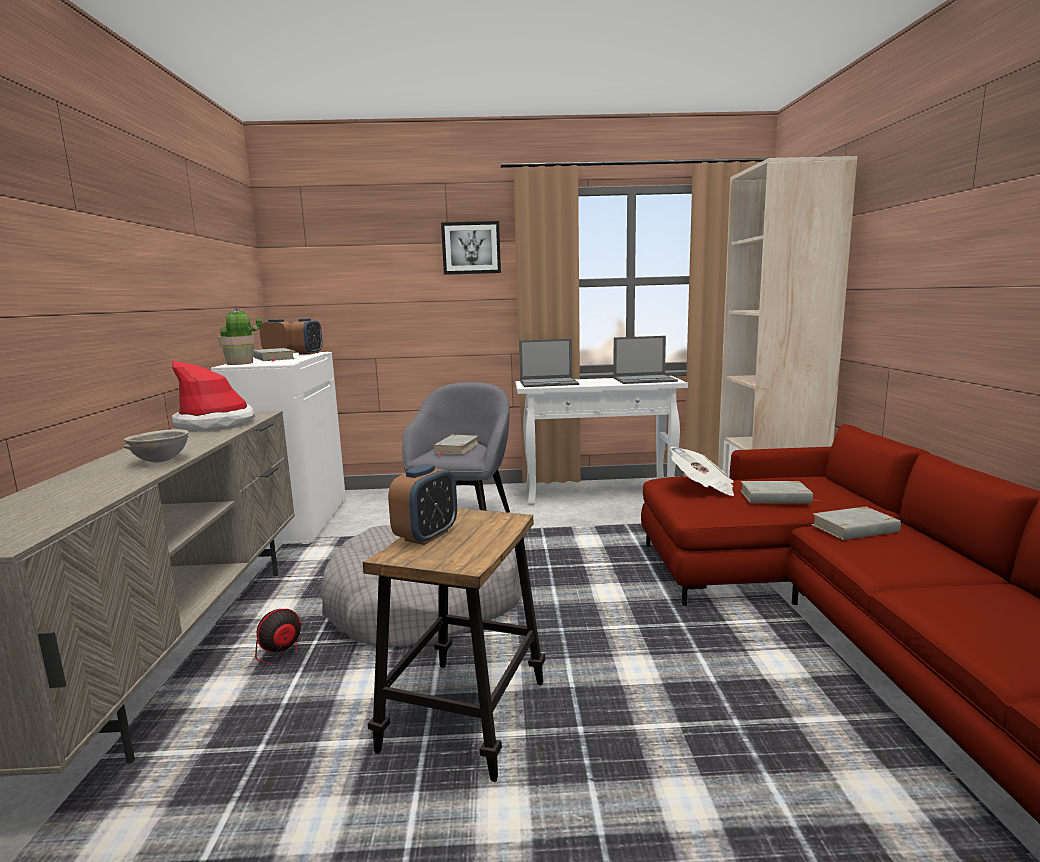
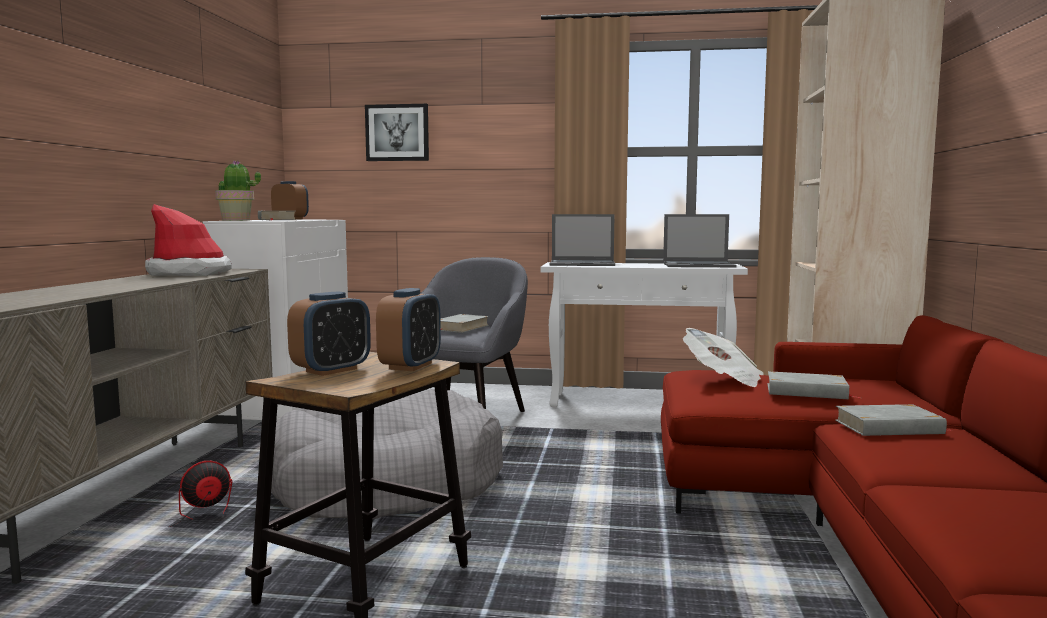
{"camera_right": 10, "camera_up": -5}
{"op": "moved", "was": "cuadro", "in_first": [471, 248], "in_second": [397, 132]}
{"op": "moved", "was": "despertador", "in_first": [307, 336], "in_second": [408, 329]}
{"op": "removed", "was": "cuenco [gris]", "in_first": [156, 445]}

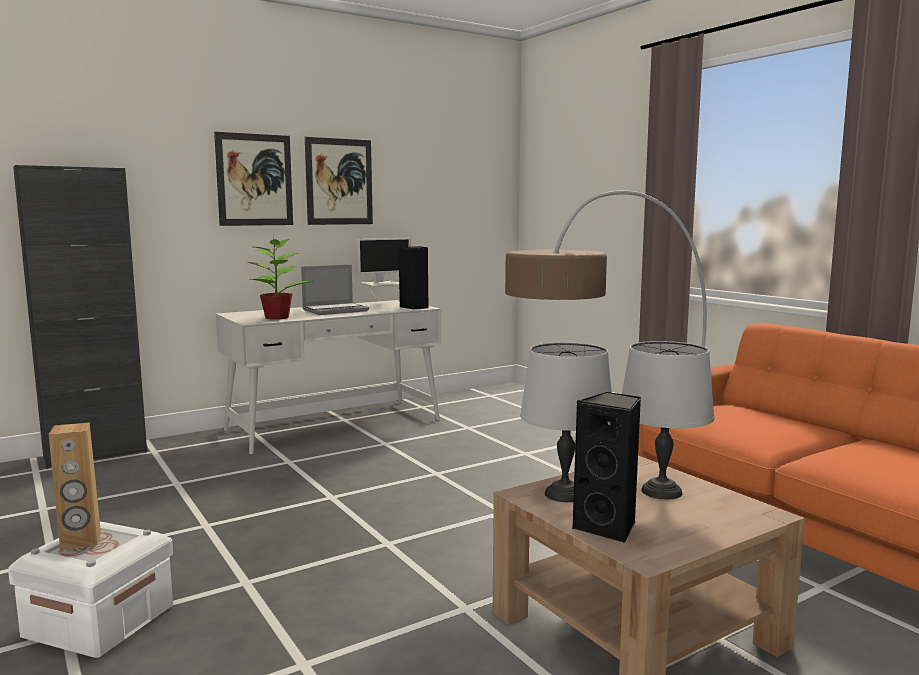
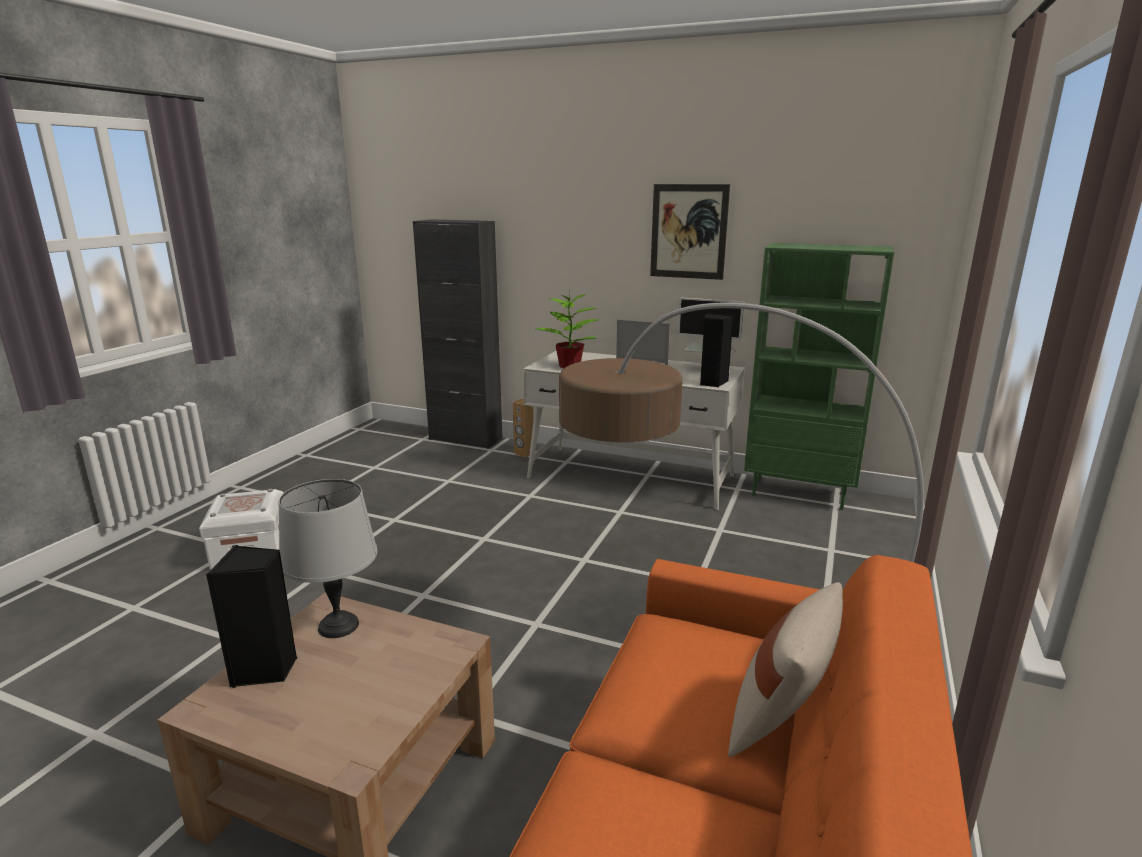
{"camera_right": 55, "camera_up": 10}
{"op": "removed", "was": "cuadro", "in_first": [253, 179]}
{"op": "removed", "was": "lámpara de mesa [gris]", "in_first": [668, 420]}
{"op": "moved", "was": "altavoz [marrón]", "in_first": [75, 486], "in_second": [523, 428]}
{"op": "added", "now": "estantería [verde]", "in_second": [819, 376]}
{"op": "added", "now": "cojín [beis]", "in_second": [785, 669]}

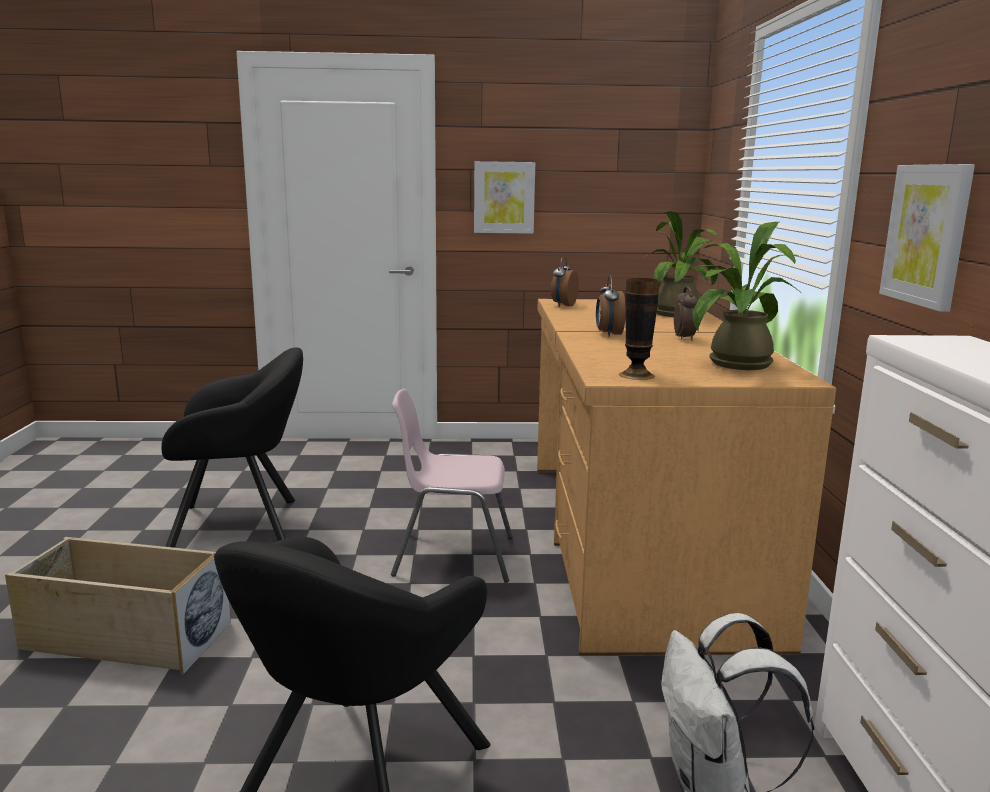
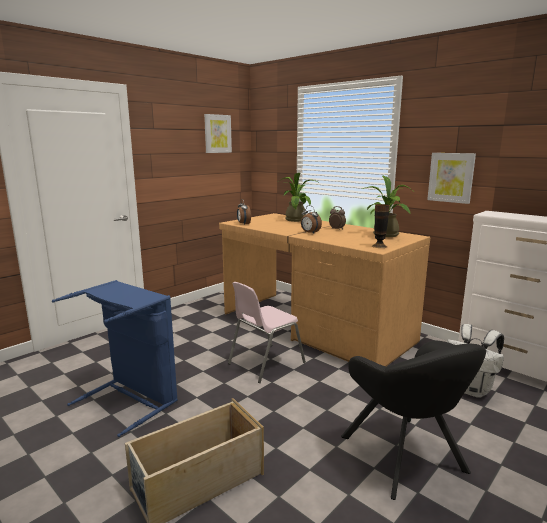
{"camera_right": -45, "camera_up": 0}
{"op": "moved", "was": "cuadro", "in_first": [504, 197], "in_second": [218, 133]}
{"op": "replaced", "was": "sillón [negro]", "now": "cesto de la ropa [azul]", "in_first": [232, 448], "in_second": [115, 358]}

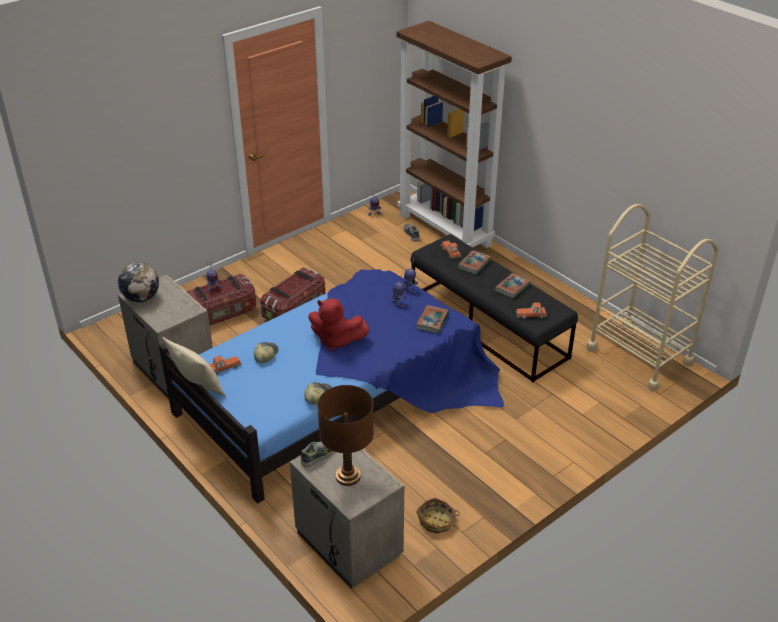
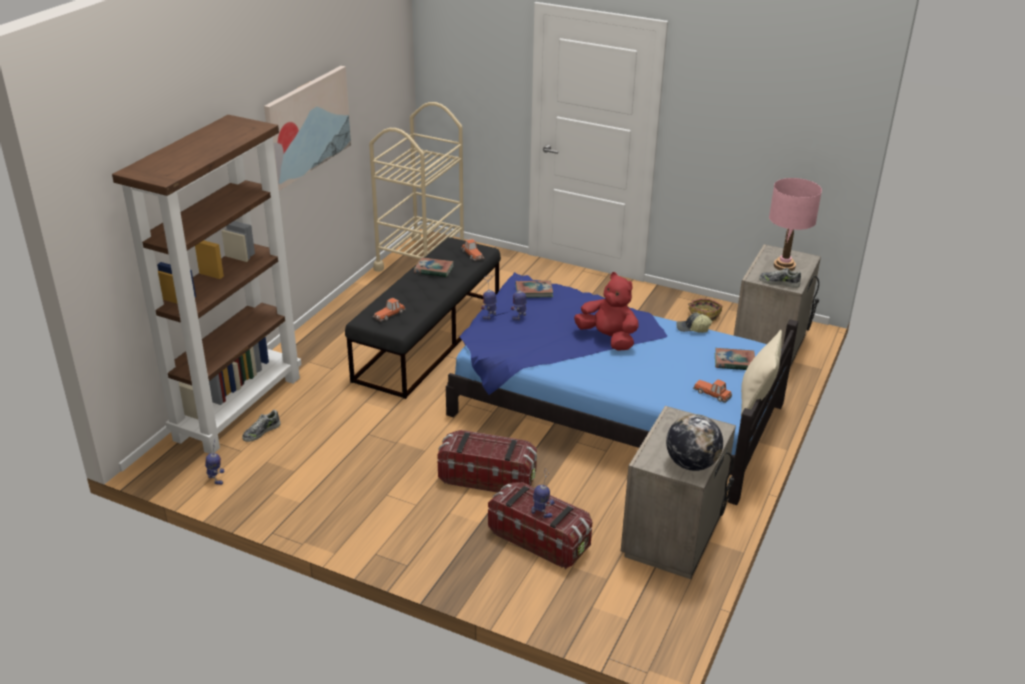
{"camera_right": -115, "camera_up": -5}
{"op": "moved", "was": "libro", "in_first": [474, 262], "in_second": [735, 359]}
{"op": "turned", "was": "peluche [rojo]", "in_first": [338, 324], "in_second": [606, 311], "clockwise": -45}
{"op": "removed", "was": "gorra", "in_first": [266, 352]}
{"op": "recoloured", "was": "lámpara de mesa [marrón]", "now": "lámpara de mesa [rosa]", "in_first": [345, 435], "in_second": [795, 224]}
{"op": "added", "now": "cuadro", "in_second": [307, 128]}

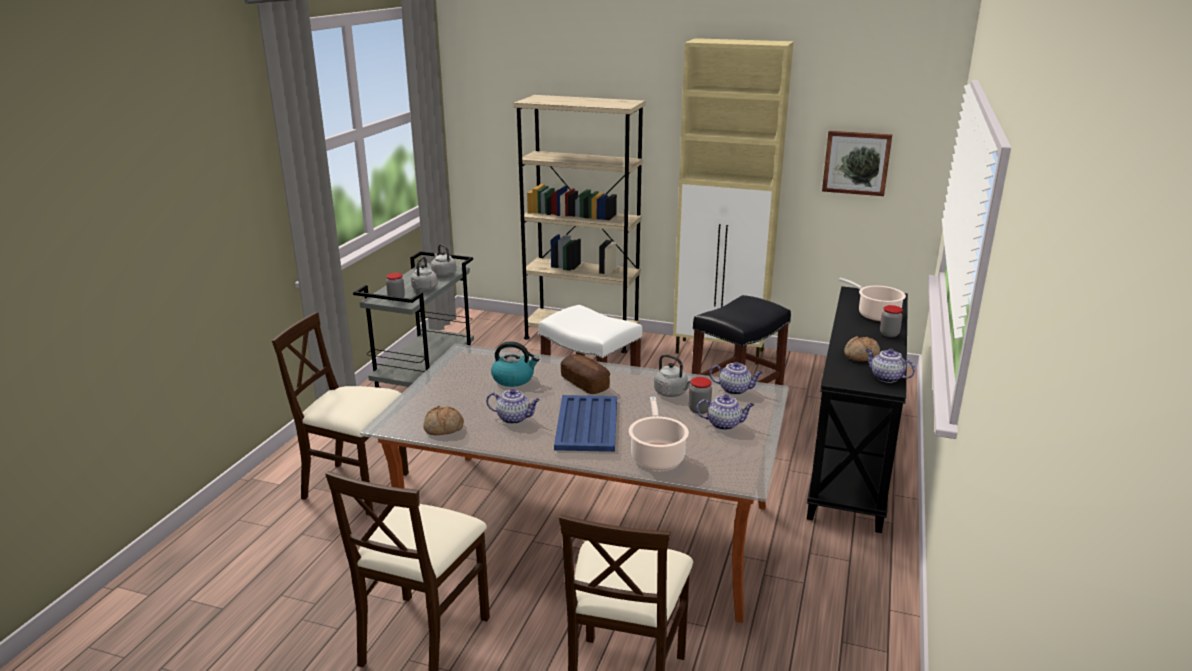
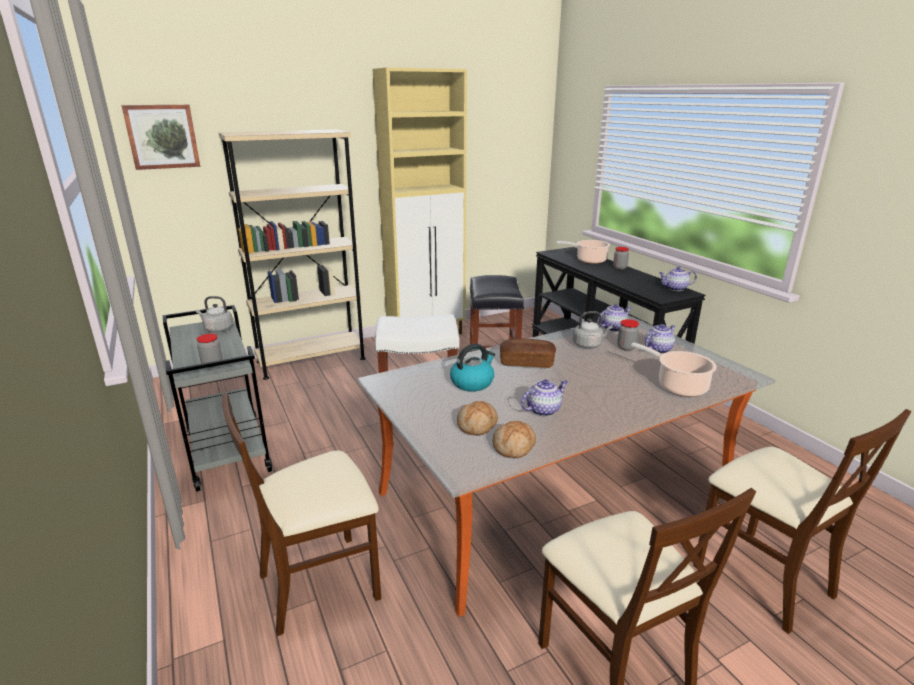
{"camera_right": -45, "camera_up": 0}
{"op": "moved", "was": "cuadro", "in_first": [857, 163], "in_second": [161, 137]}
{"op": "removed", "was": "hervidor [gris]", "in_first": [424, 274]}
{"op": "moved", "was": "pan", "in_first": [862, 349], "in_second": [477, 418]}
{"op": "removed", "was": "bandeja [azul]", "in_first": [585, 423]}

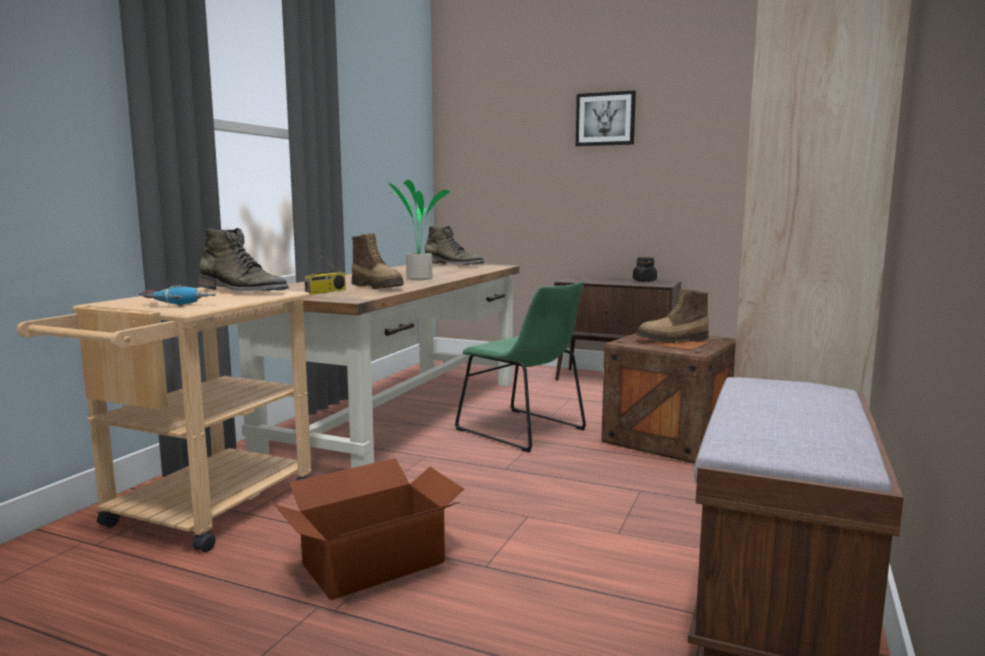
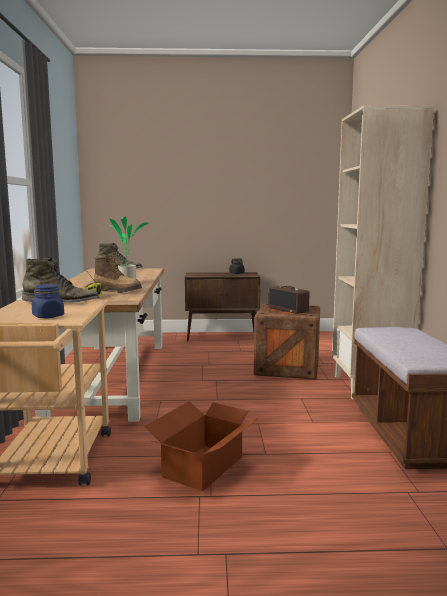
{"camera_right": -25, "camera_up": 0}
{"op": "removed", "was": "cuadro", "in_first": [606, 118]}
{"op": "removed", "was": "silla [verde]", "in_first": [520, 367]}
{"op": "replaced", "was": "taladro", "now": "tarro [azul]", "in_first": [177, 295], "in_second": [48, 301]}
{"op": "replaced", "was": "bota", "now": "radio", "in_first": [672, 316], "in_second": [289, 300]}

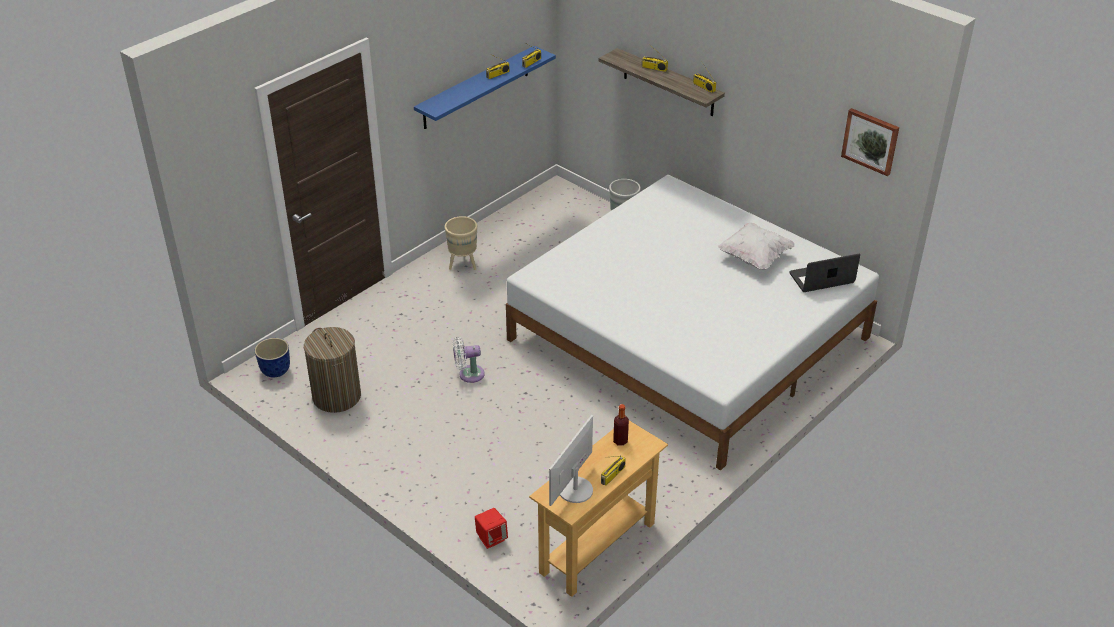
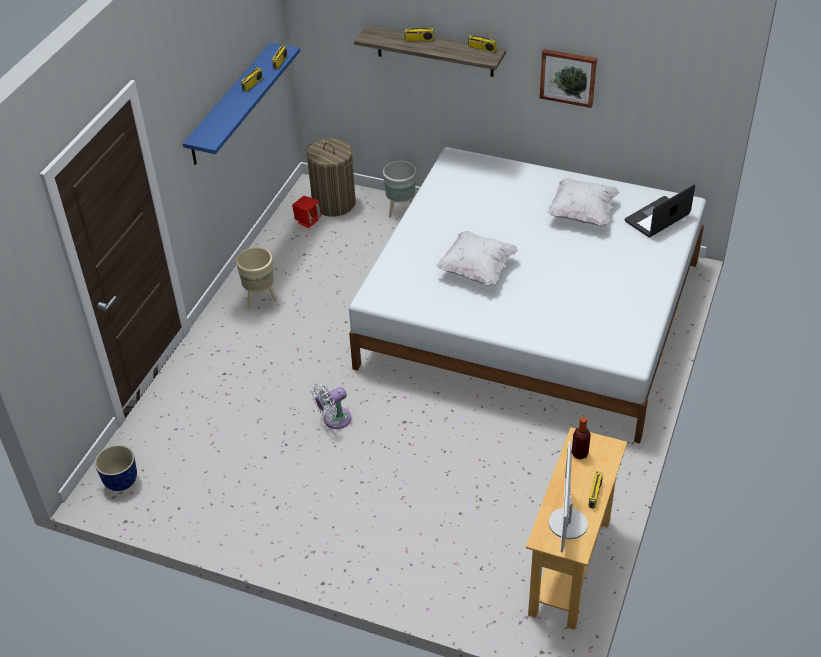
{"camera_right": -20, "camera_up": 5}
{"op": "moved", "was": "cuadro", "in_first": [870, 142], "in_second": [568, 78]}
{"op": "moved", "was": "cesto de la ropa", "in_first": [332, 370], "in_second": [331, 177]}
{"op": "moved", "was": "altavoz [rojo]", "in_first": [491, 528], "in_second": [306, 212]}
{"op": "added", "now": "cojín [blanco]", "in_second": [477, 258]}

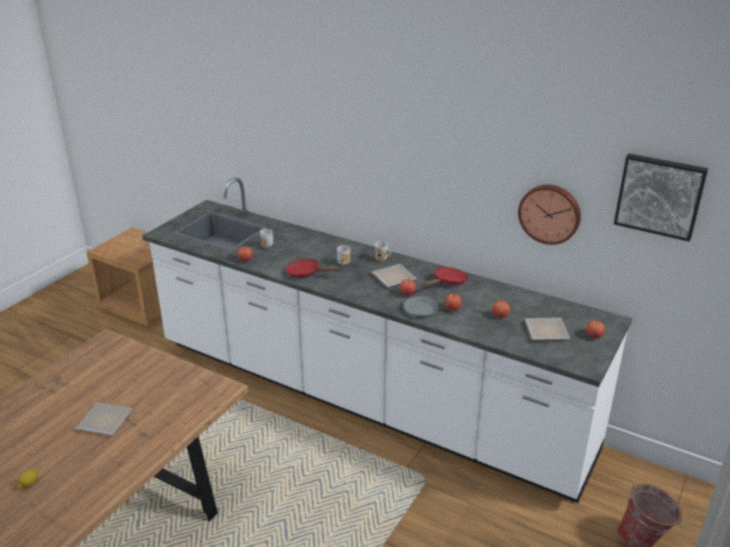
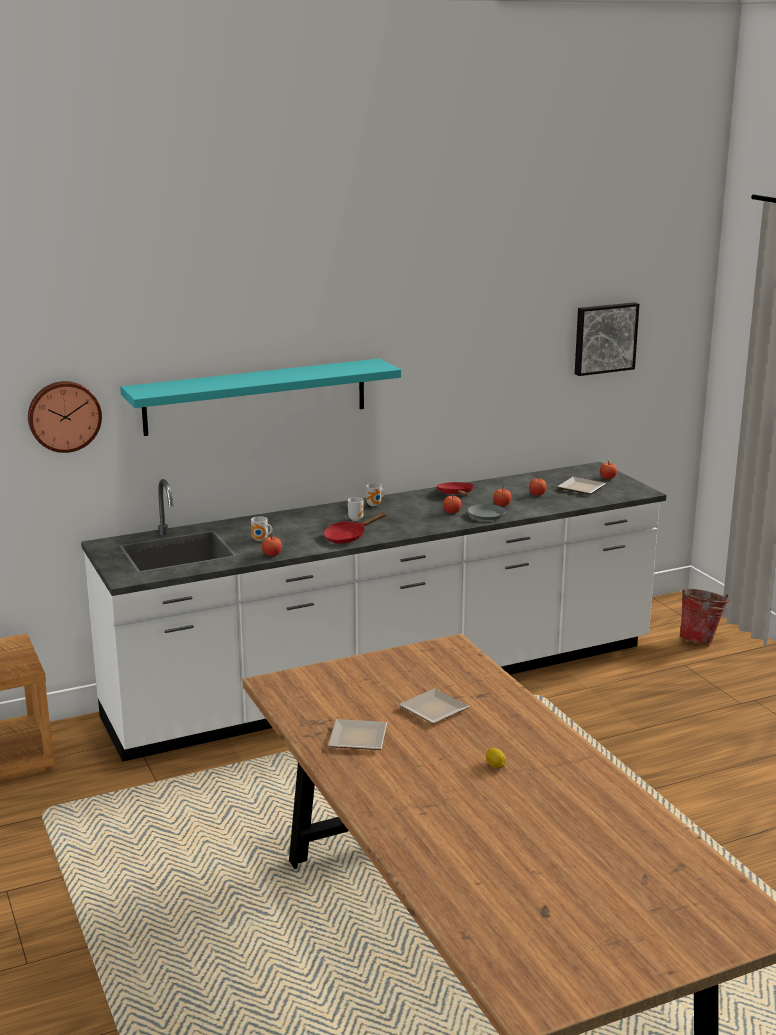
{"camera_right": -55, "camera_up": -10}
{"op": "moved", "was": "reloj de pared", "in_first": [549, 215], "in_second": [65, 417]}
{"op": "moved", "was": "plato", "in_first": [394, 275], "in_second": [357, 734]}
{"op": "added", "now": "estante [turquesa]", "in_second": [260, 397]}

